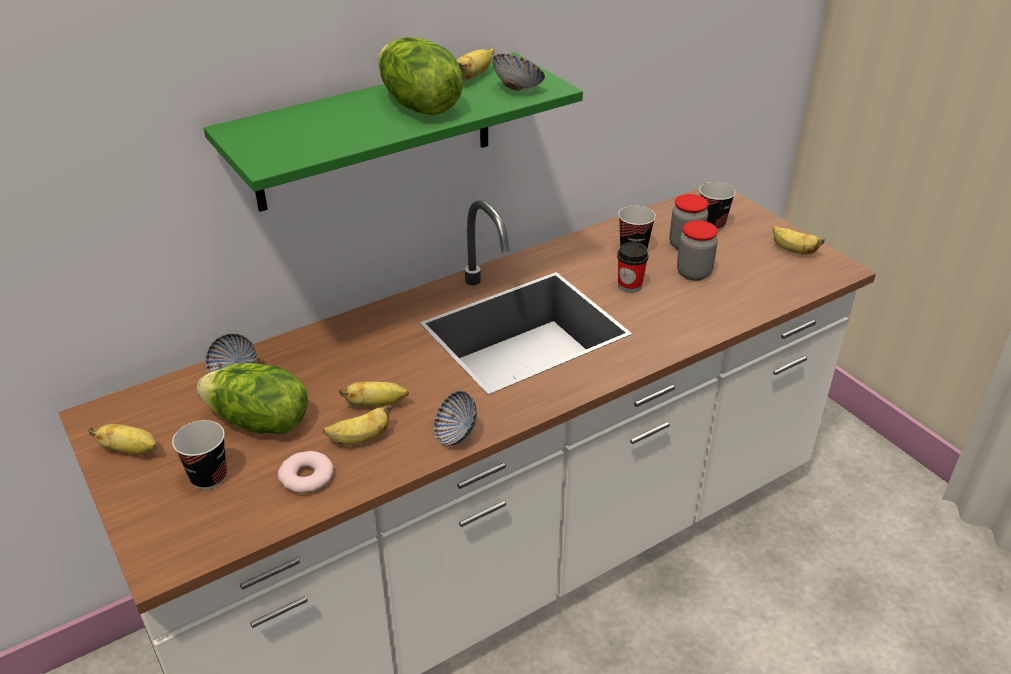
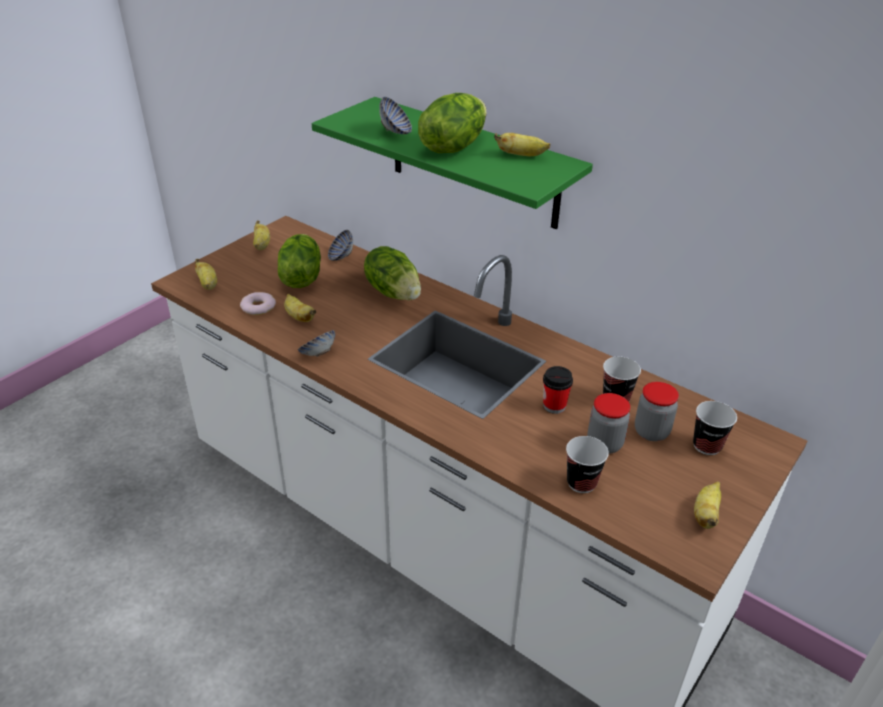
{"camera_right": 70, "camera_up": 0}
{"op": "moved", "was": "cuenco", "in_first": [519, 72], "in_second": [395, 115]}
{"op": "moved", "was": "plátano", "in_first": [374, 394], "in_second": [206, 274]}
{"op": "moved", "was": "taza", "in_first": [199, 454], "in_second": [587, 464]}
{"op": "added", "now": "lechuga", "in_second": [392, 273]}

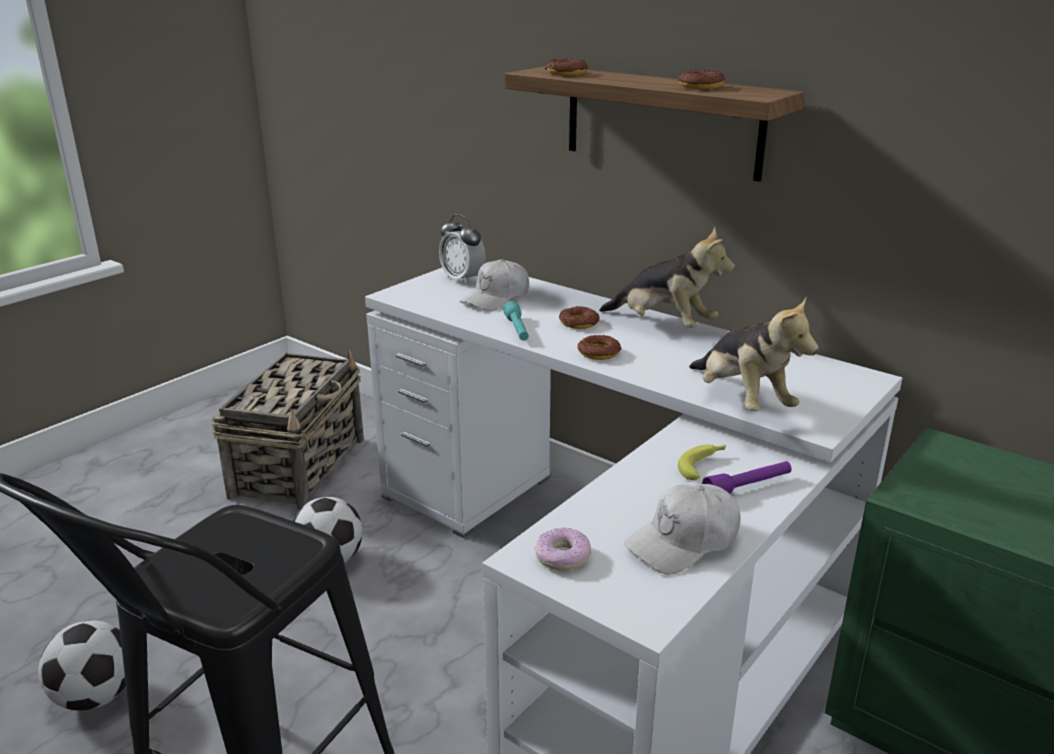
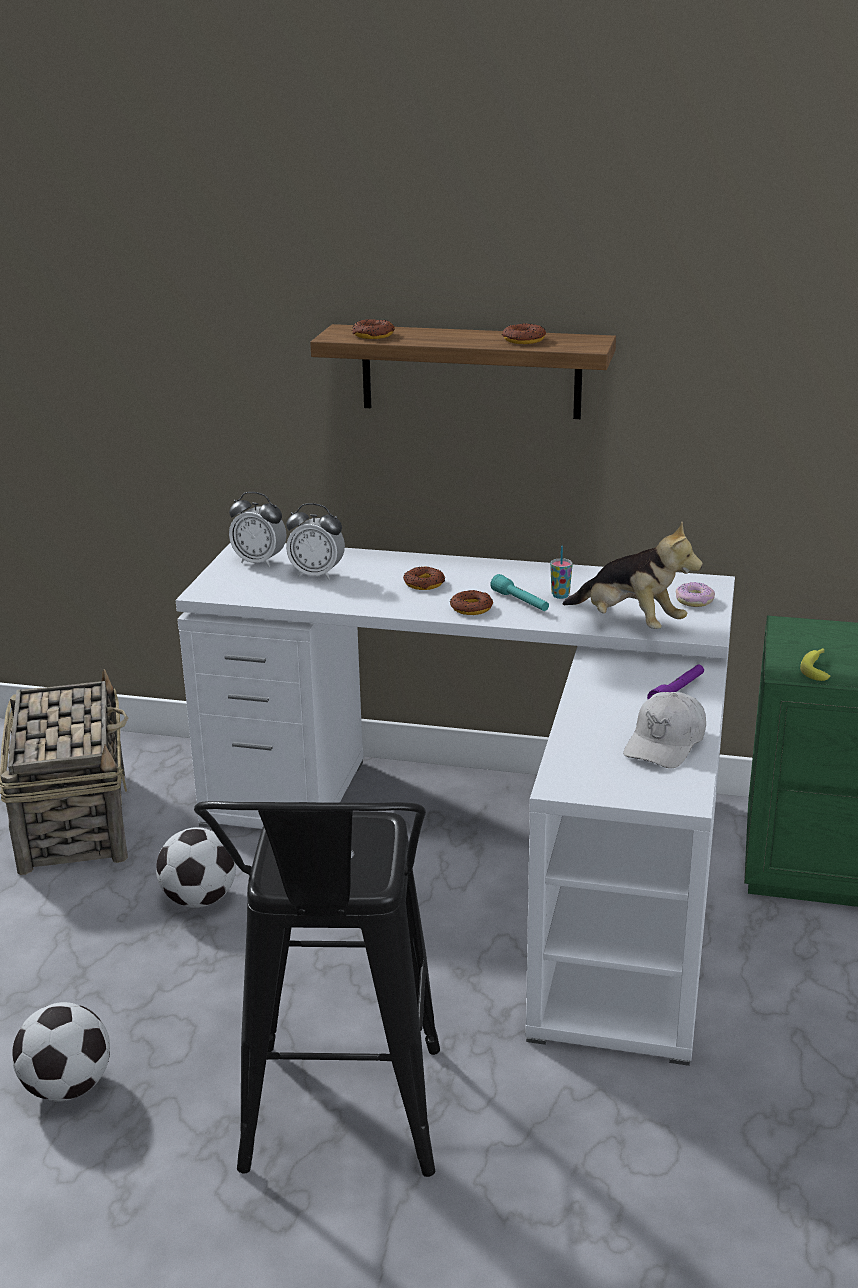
{"camera_right": -25, "camera_up": 0}
{"op": "removed", "was": "peluche", "in_first": [667, 277]}
{"op": "replaced", "was": "gorra [blanco]", "now": "despertador", "in_first": [494, 285], "in_second": [315, 541]}
{"op": "moved", "was": "linterna [turquesa]", "in_first": [516, 321], "in_second": [519, 592]}
{"op": "moved", "was": "plátano", "in_first": [702, 462], "in_second": [815, 664]}
{"op": "moved", "was": "rosquilla", "in_first": [563, 549], "in_second": [695, 594]}
{"op": "added", "now": "taza", "in_second": [561, 572]}

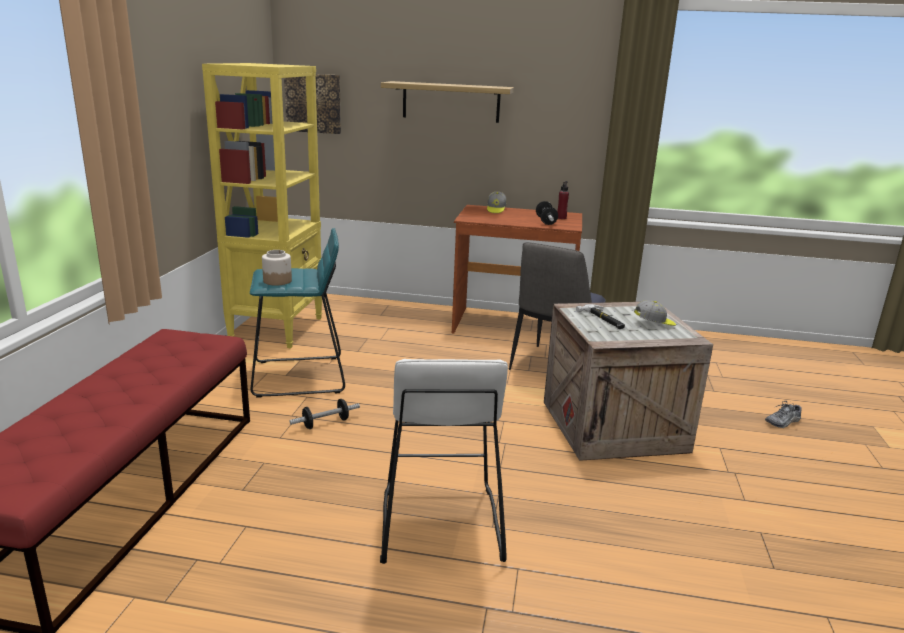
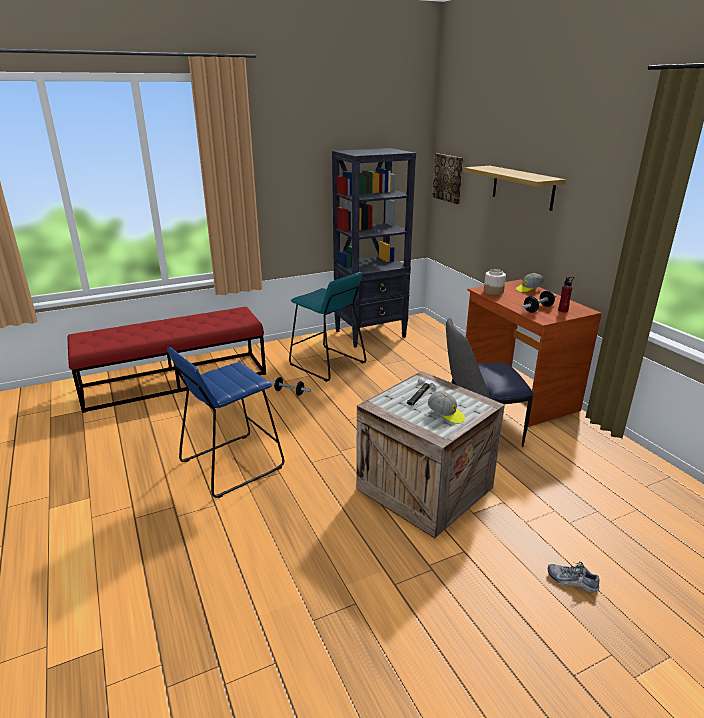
{"camera_right": 55, "camera_up": 5}
{"op": "recoloured", "was": "estantería [amarillo]", "now": "estantería [negro]", "in_first": [262, 205], "in_second": [374, 248]}
{"op": "moved", "was": "tarro", "in_first": [277, 268], "in_second": [495, 282]}
{"op": "recoloured", "was": "taburete [blanco]", "now": "taburete [azul]", "in_first": [444, 461], "in_second": [225, 422]}

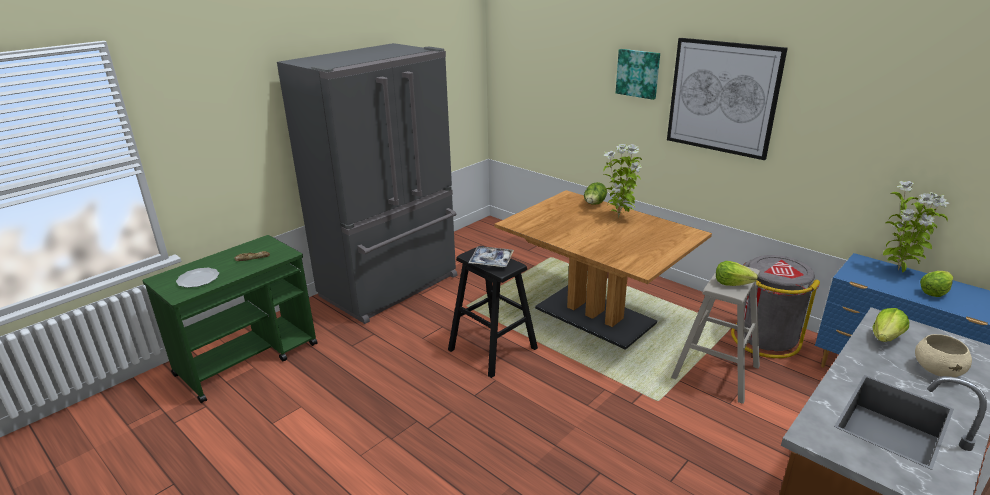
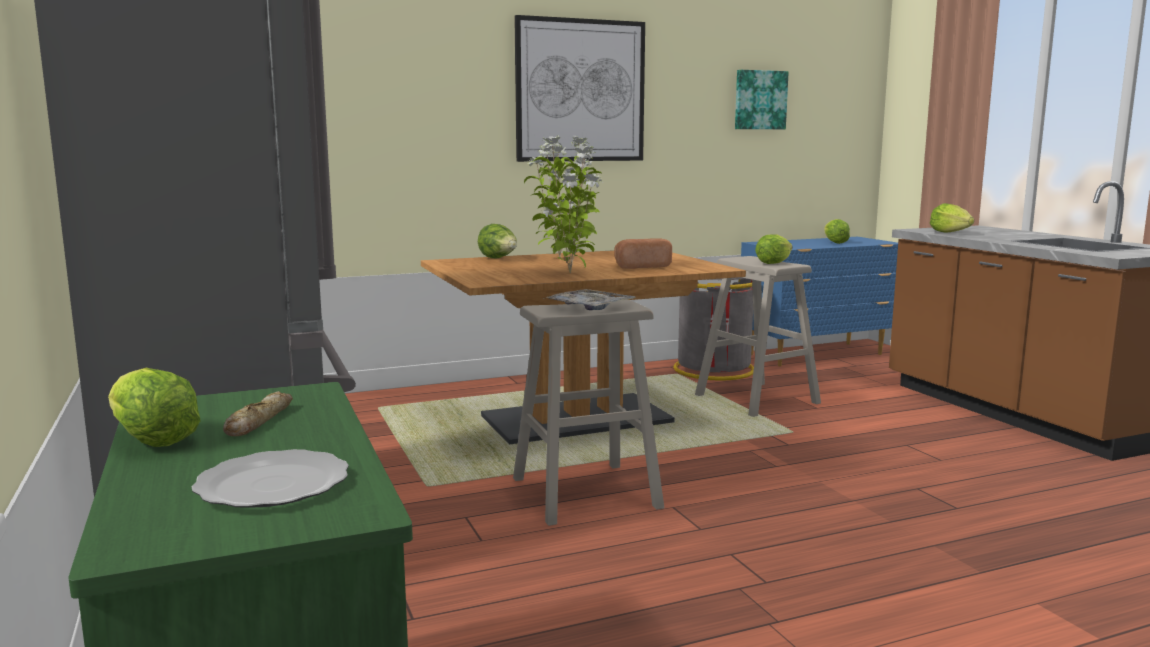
{"camera_right": -65, "camera_up": -15}
{"op": "moved", "was": "cuadro", "in_first": [638, 74], "in_second": [762, 99]}
{"op": "moved", "was": "planta en maceta", "in_first": [916, 226], "in_second": [568, 204]}
{"op": "recoloured", "was": "taburete [negro]", "now": "taburete [beis]", "in_first": [493, 312], "in_second": [588, 413]}
{"op": "removed", "was": "cuenco [beis]", "in_first": [943, 355]}
{"op": "added", "now": "pan", "in_second": [643, 253]}
{"op": "added", "now": "lechuga", "in_second": [154, 407]}

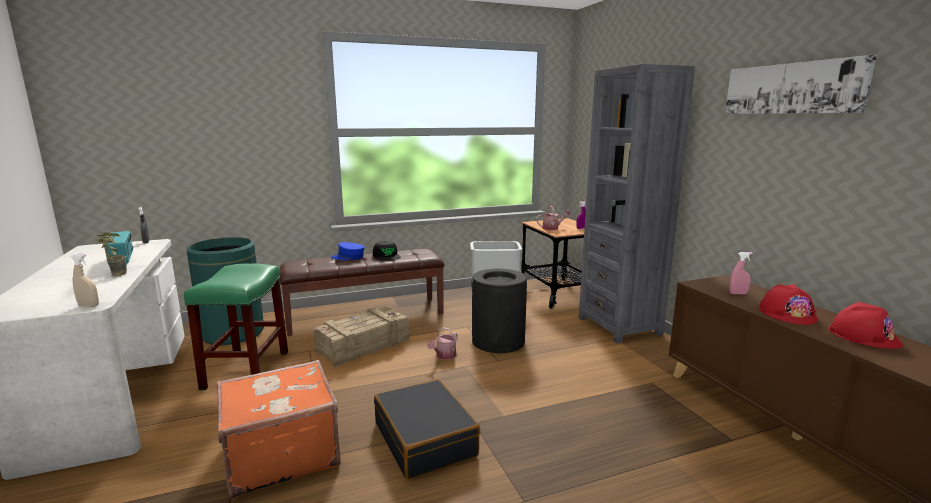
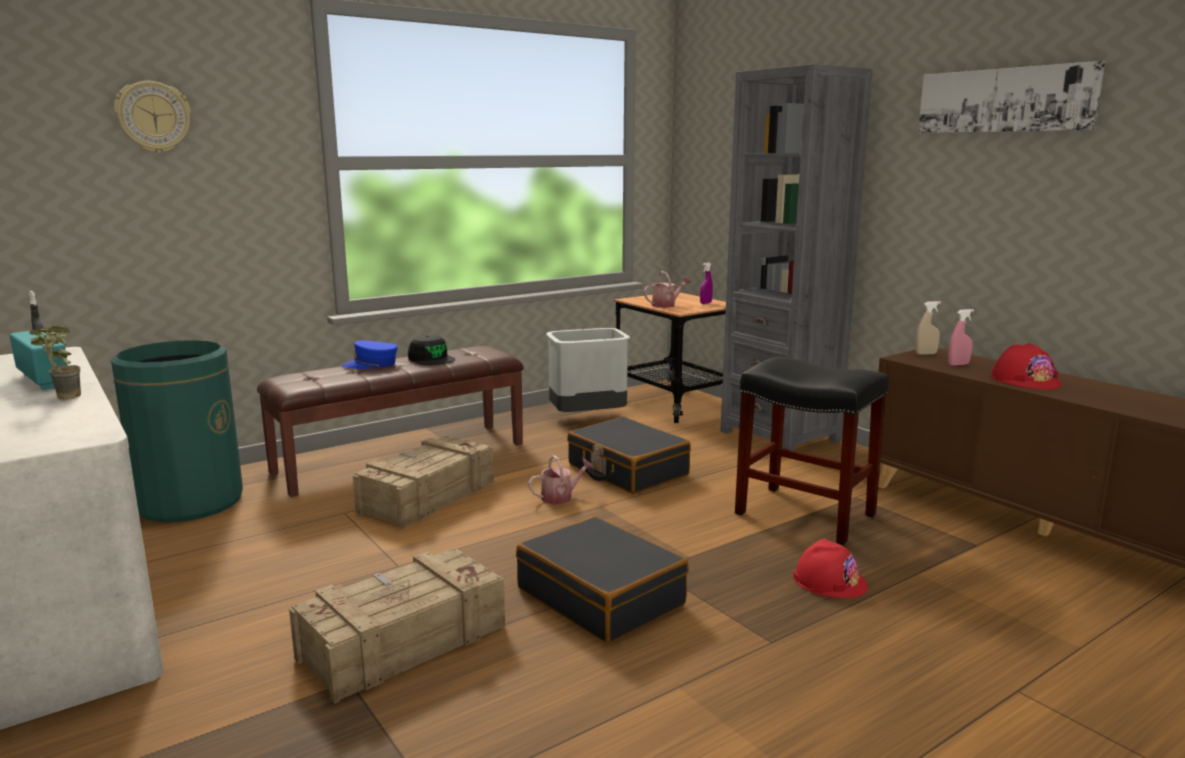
{"camera_right": -15, "camera_up": 0}
{"op": "moved", "was": "pulverizador [beis]", "in_first": [84, 280], "in_second": [928, 328]}
{"op": "removed", "was": "taburete [verde]", "in_first": [236, 327]}
{"op": "replaced", "was": "papelera [negro]", "now": "maleta [negro]", "in_first": [499, 311], "in_second": [629, 455]}
{"op": "moved", "was": "casco [rojo]", "in_first": [865, 325], "in_second": [830, 568]}
{"op": "turned", "was": "regadera", "in_first": [443, 343], "in_second": [561, 479], "clockwise": -135}
{"op": "replaced", "was": "maleta [naranja]", "now": "caja de embalaje", "in_first": [279, 429], "in_second": [397, 626]}
{"op": "added", "now": "reloj de pared", "in_second": [152, 117]}
{"op": "added", "now": "taburete [negro]", "in_second": [812, 451]}

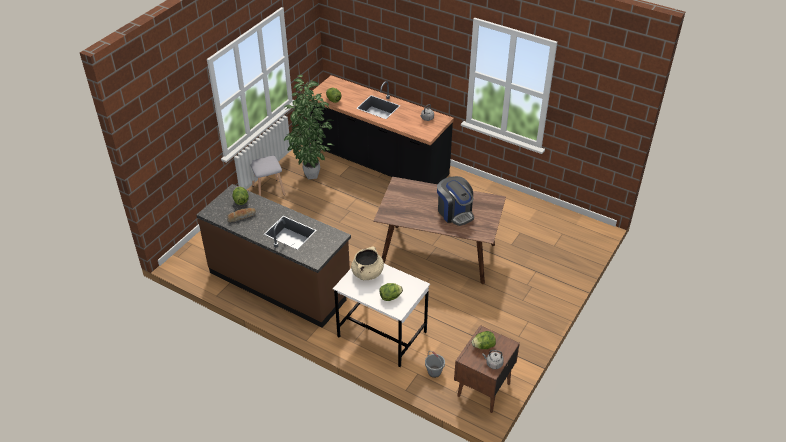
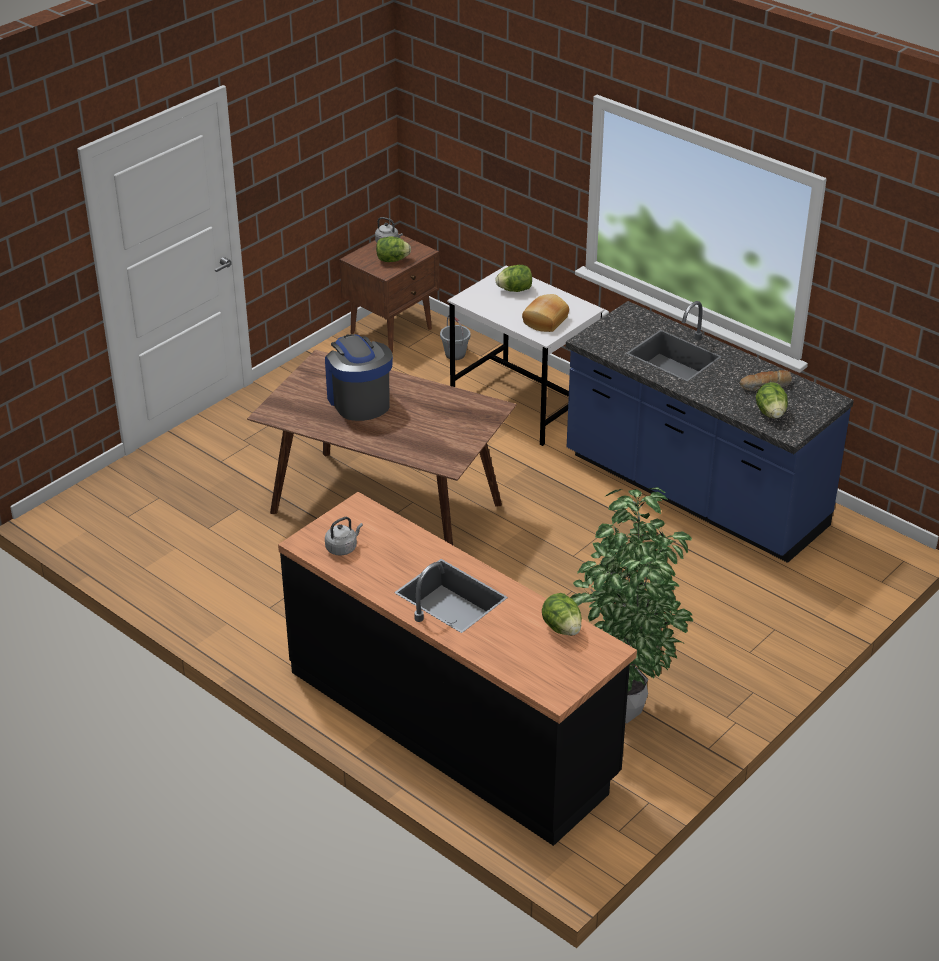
{"camera_right": -170, "camera_up": -5}
{"op": "removed", "was": "taburete [gris]", "in_first": [267, 175]}
{"op": "recoloured", "was": "mueble bajo de cocina [marrón]", "now": "mueble bajo de cocina [azul]", "in_first": [274, 256], "in_second": [710, 432]}
{"op": "replaced", "was": "olla [beis]", "now": "pan", "in_first": [367, 263], "in_second": [545, 313]}

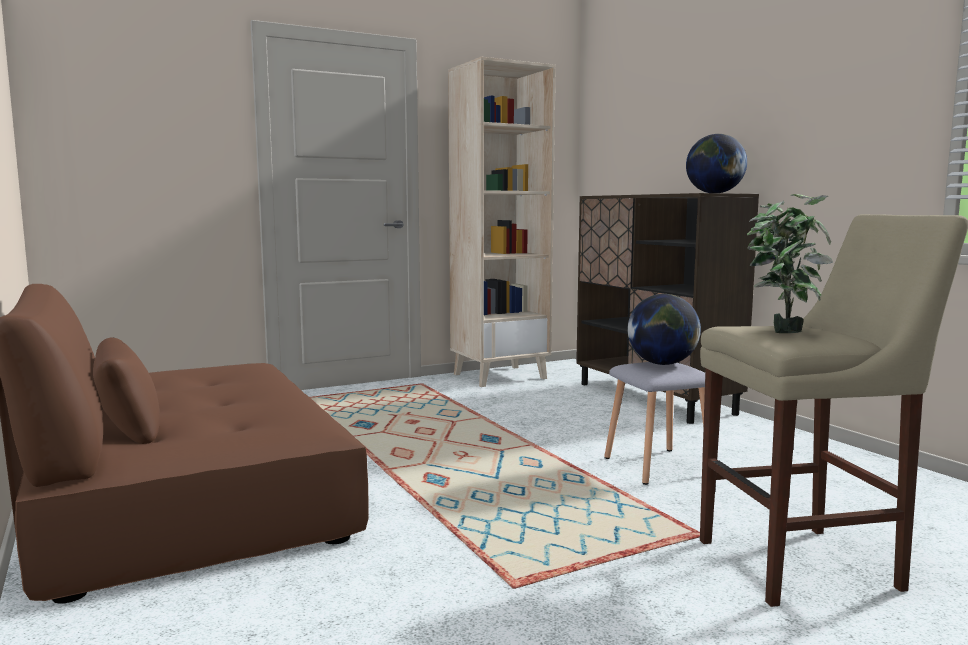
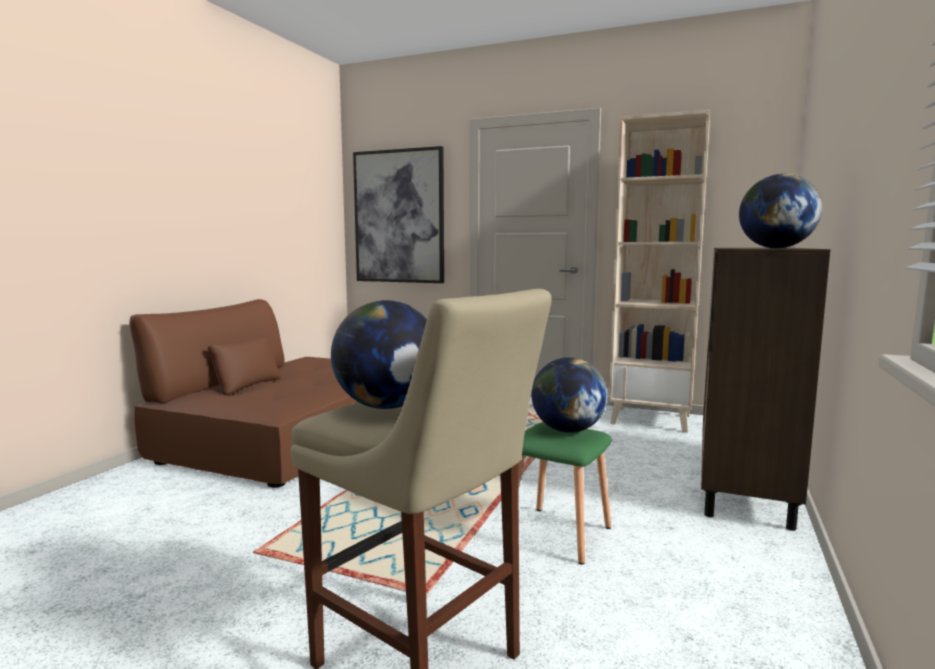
{"camera_right": 50, "camera_up": 0}
{"op": "replaced", "was": "planta en maceta", "now": "globo terráqueo", "in_first": [790, 263], "in_second": [379, 354]}
{"op": "recoloured", "was": "taburete [gris]", "now": "taburete [verde]", "in_first": [654, 423], "in_second": [565, 493]}
{"op": "added", "now": "cuadro", "in_second": [398, 214]}

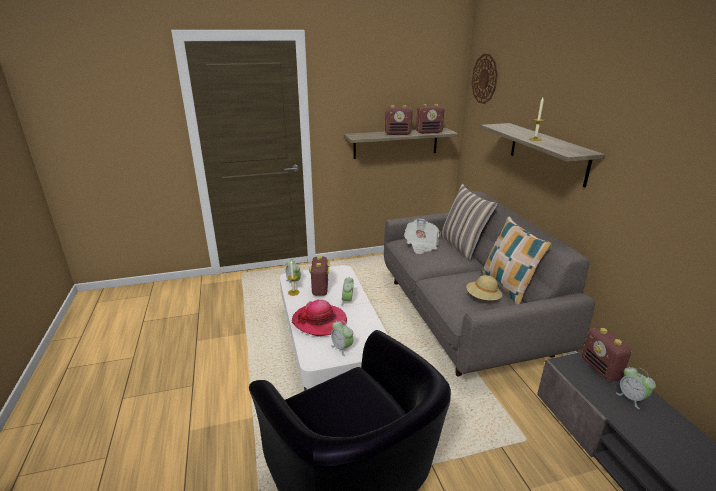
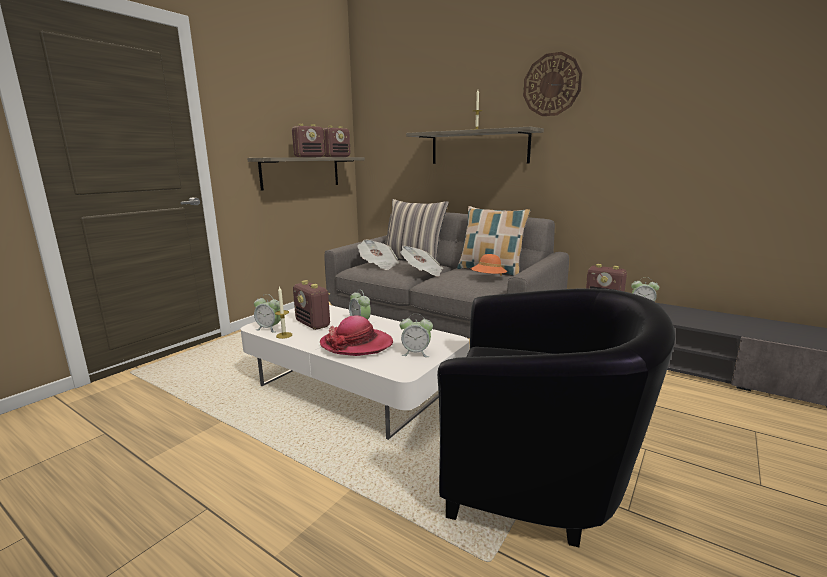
{"camera_right": -40, "camera_up": -10}
{"op": "moved", "was": "reloj de pared", "in_first": [485, 79], "in_second": [552, 84]}
{"op": "recoloured", "was": "sombrero [beis]", "now": "sombrero [naranja]", "in_first": [484, 287], "in_second": [489, 265]}
{"op": "added", "now": "periódico", "in_second": [422, 261]}

